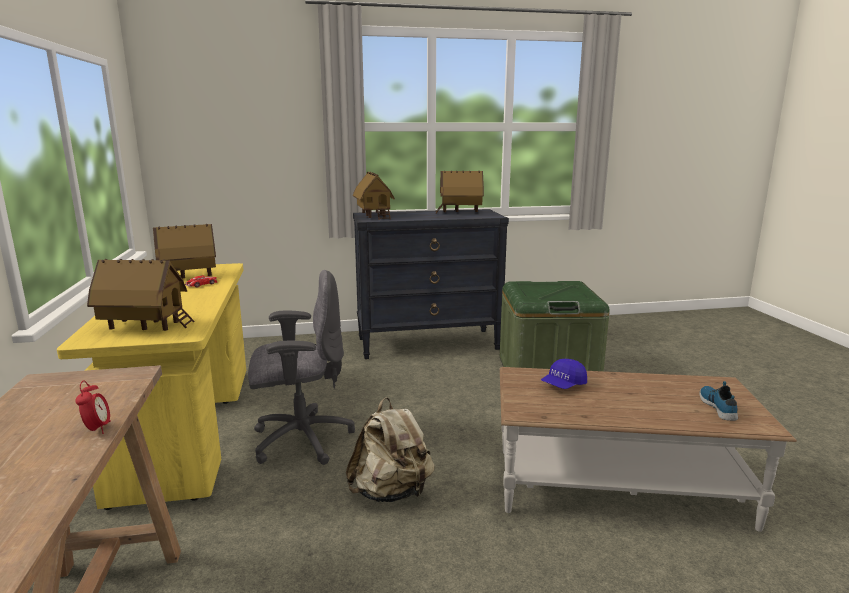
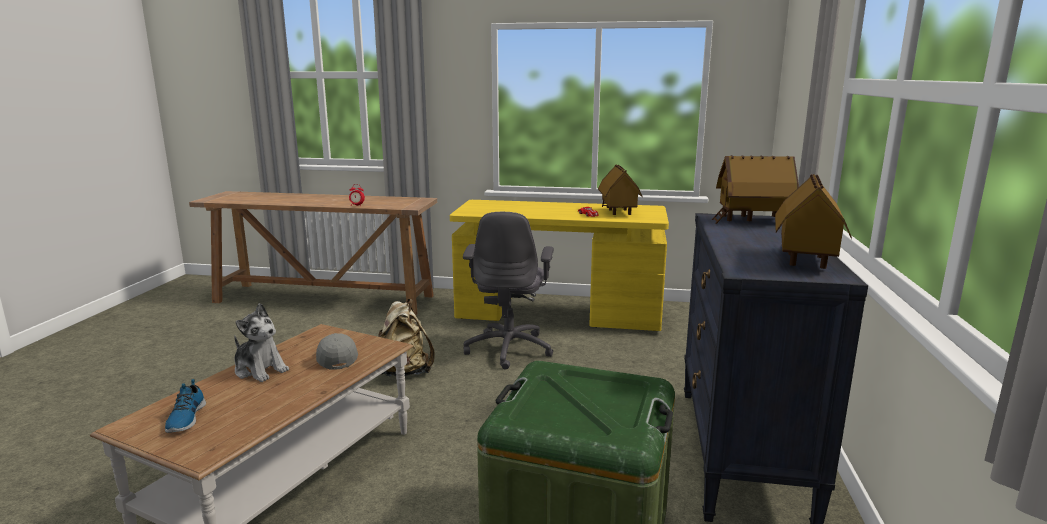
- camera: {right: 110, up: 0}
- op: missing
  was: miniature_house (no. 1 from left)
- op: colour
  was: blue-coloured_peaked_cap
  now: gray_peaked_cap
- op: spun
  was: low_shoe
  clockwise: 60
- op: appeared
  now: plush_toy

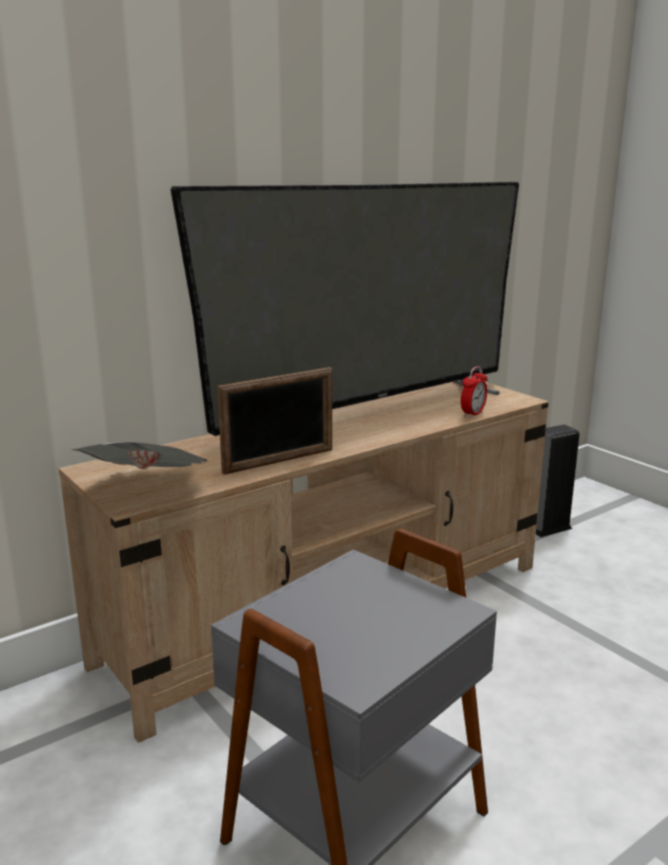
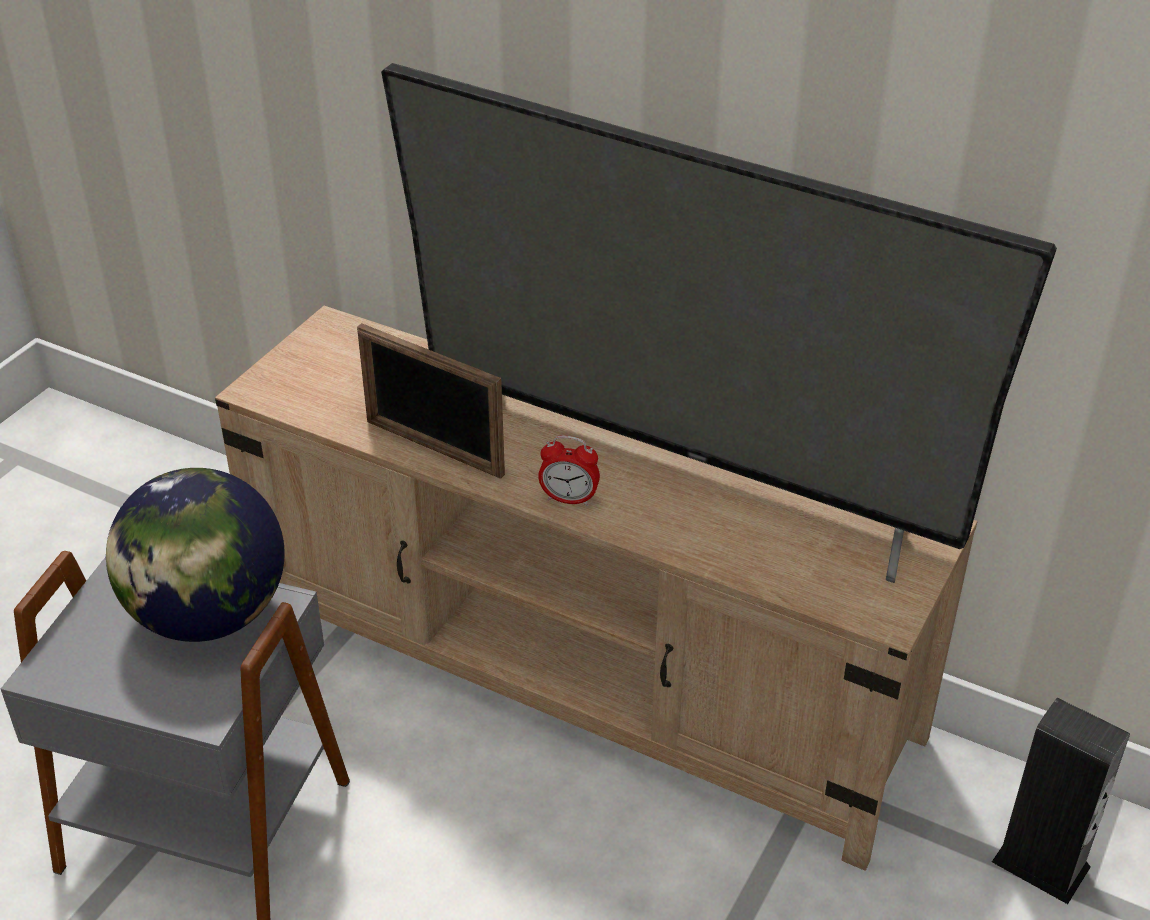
- camera: {right: 65, up: 20}
- op: relocated
  was: table_clock
- op: missing
  was: printed_paper
- op: appeared
  now: desk_globe

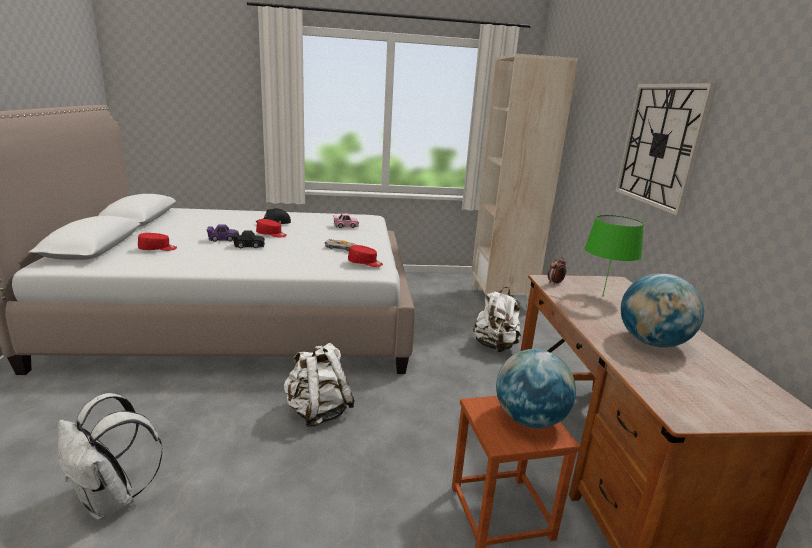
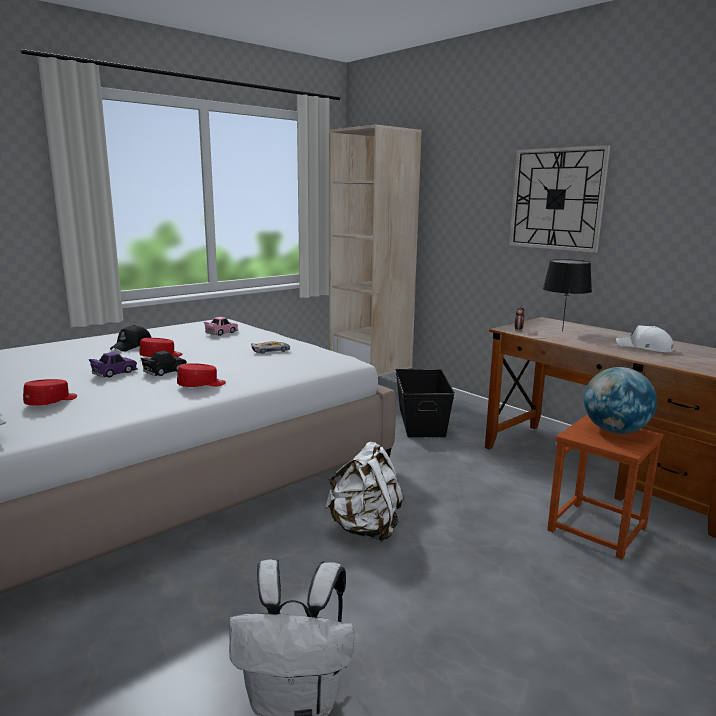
- camera: {right: -35, up: -5}
- op: colour
  was: green_lamp_for_a_table
  now: black_lamp_for_a_table
- op: relocated
  was: red_peaked_cap (no. 3 from left)
- op: exchanged
  was: desk_globe (no. 2 from left)
  now: white-coloured_peaked_cap
- op: exchanged
  was: white-coloured_knapsack (no. 3 from left)
  now: black_storage_container

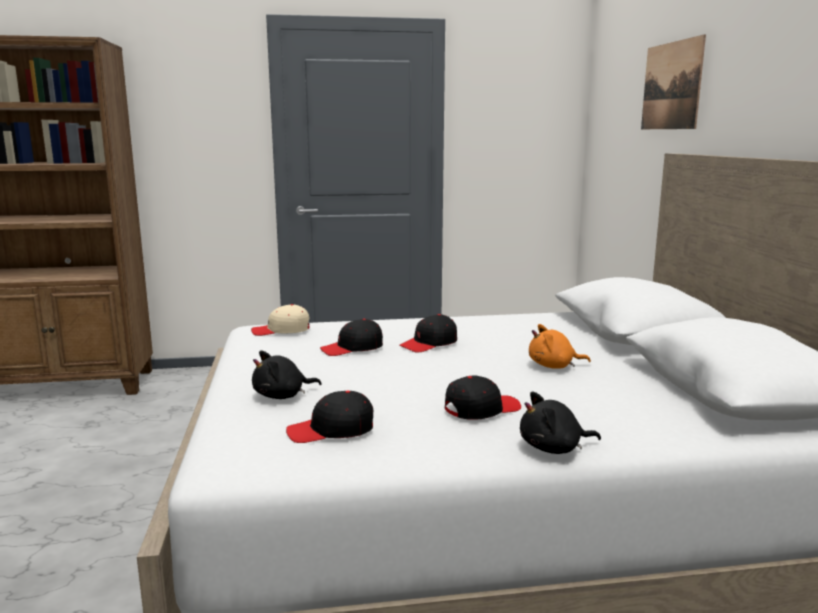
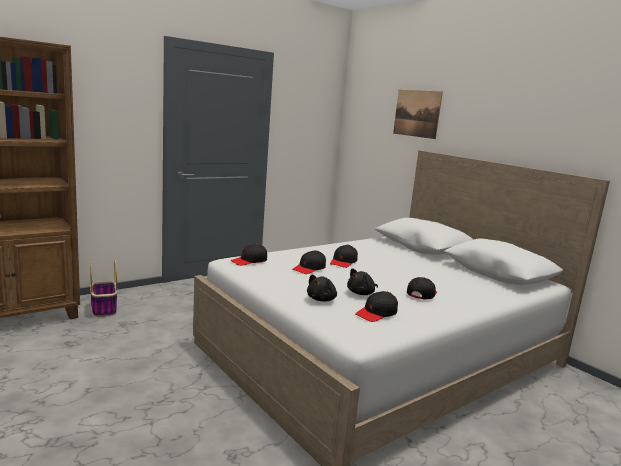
- camera: {right: -30, up: 0}
- op: colour
  was: sand-coloured_peaked_cap
  now: black_peaked_cap (no. 1 from left)
- op: missing
  was: orange_plush_toy
- op: relocated
  was: black_plush_toy (no. 2 from left)
- op: appeared
  now: household_basket

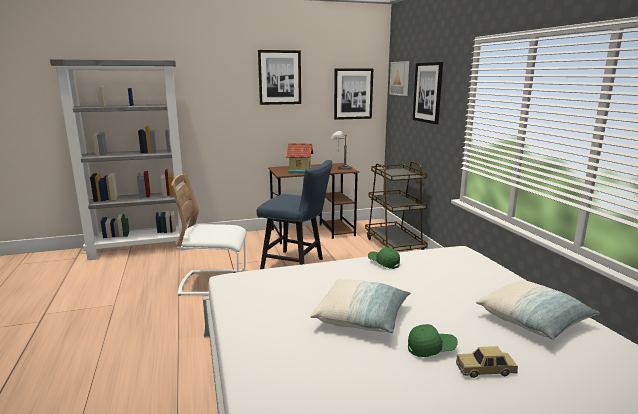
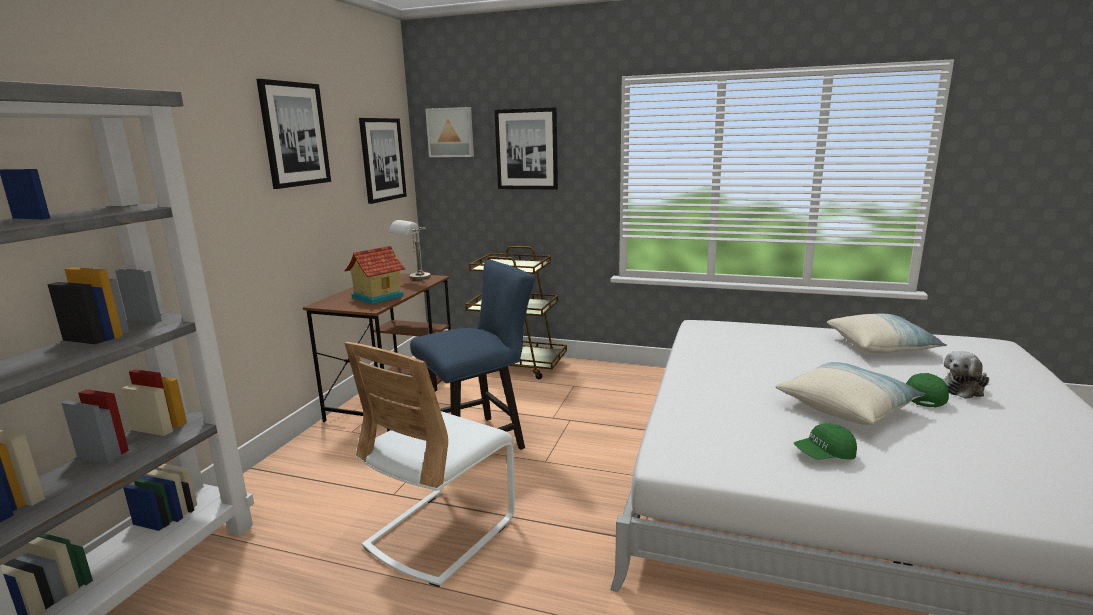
- camera: {right: -55, up: 0}
- op: relocated
  was: green_peaked_cap (no. 1 from left)
- op: exchanged
  was: model_car
  now: plush_toy

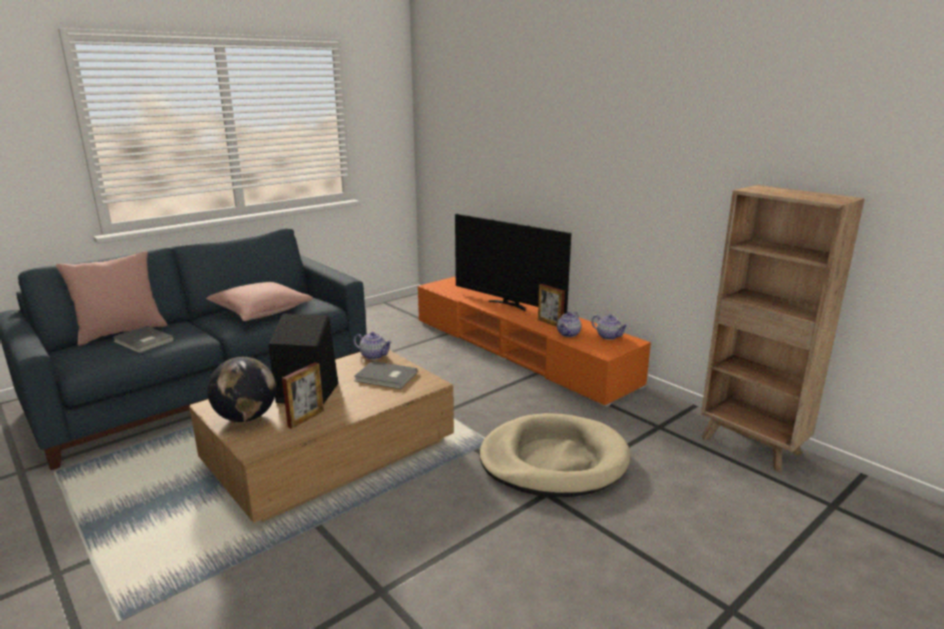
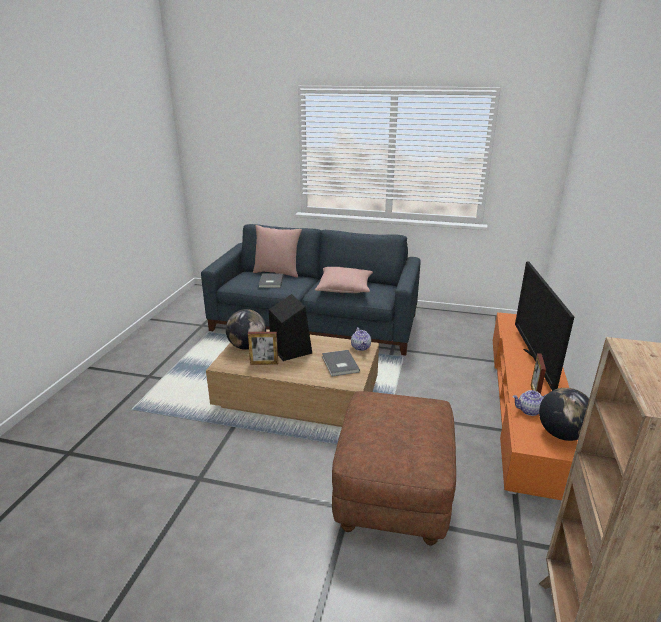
- camera: {right: 55, up: 5}
- op: exchanged
  was: tea_pot (no. 3 from left)
  now: desk_globe (no. 2 from left)
- op: exchanged
  was: sand-coloured_dog_bed
  now: brown_ottoman

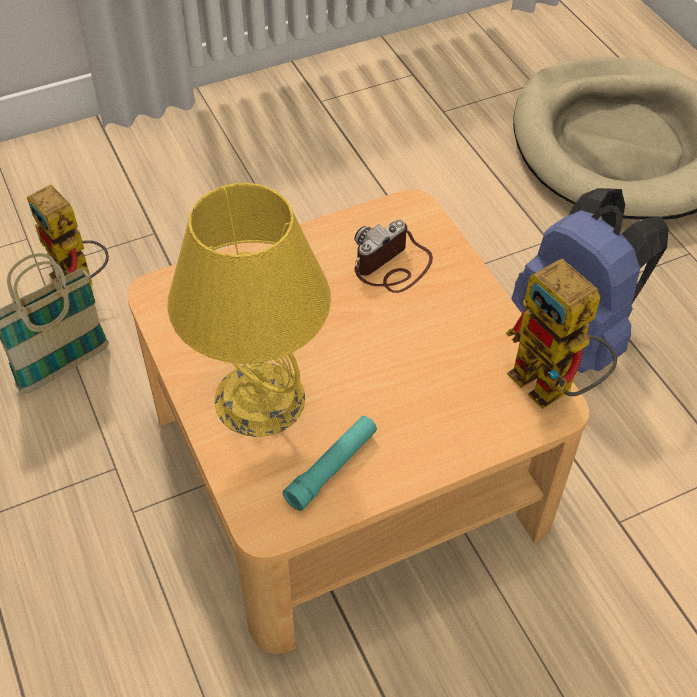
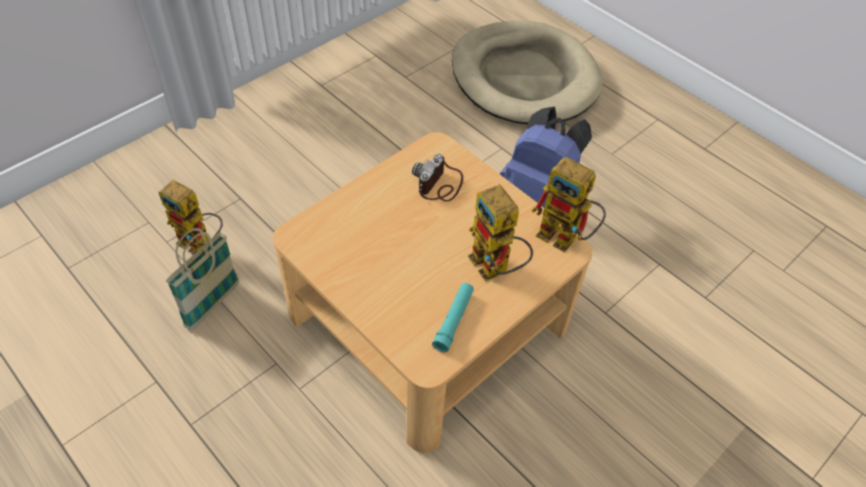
- camera: {right: -20, up: 0}
- op: missing
  was: yellowish_lamp_for_a_table
- op: appeared
  now: robot_figure (no. 2 from left)

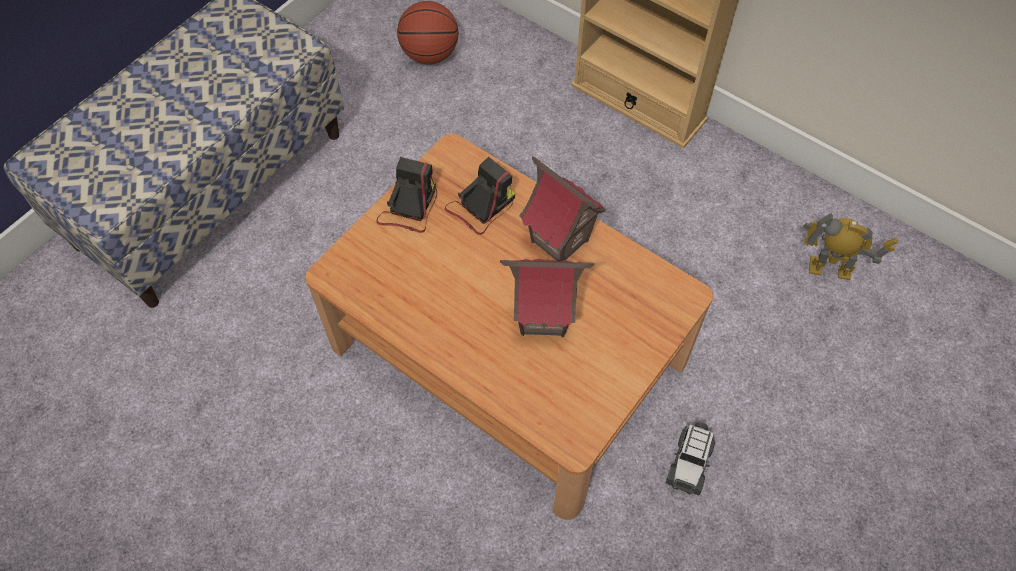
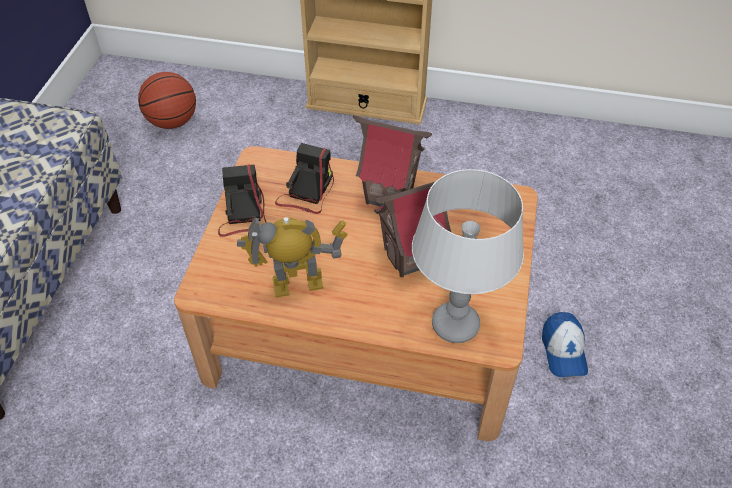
- camera: {right: -25, up: -10}
- op: relocated
  was: robot_figure
- op: exchanged
  was: model_car
  now: peaked_cap
- op: appeared
  now: gray_lamp_for_a_table

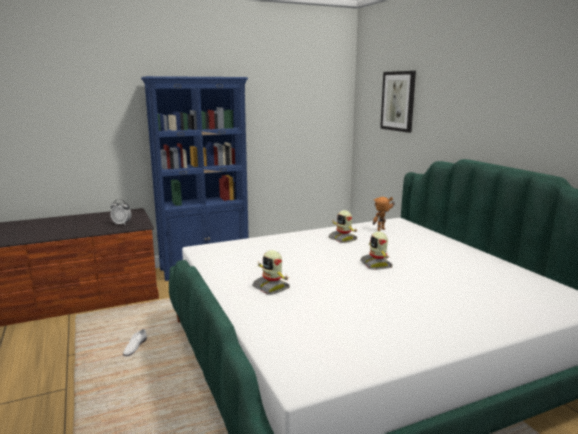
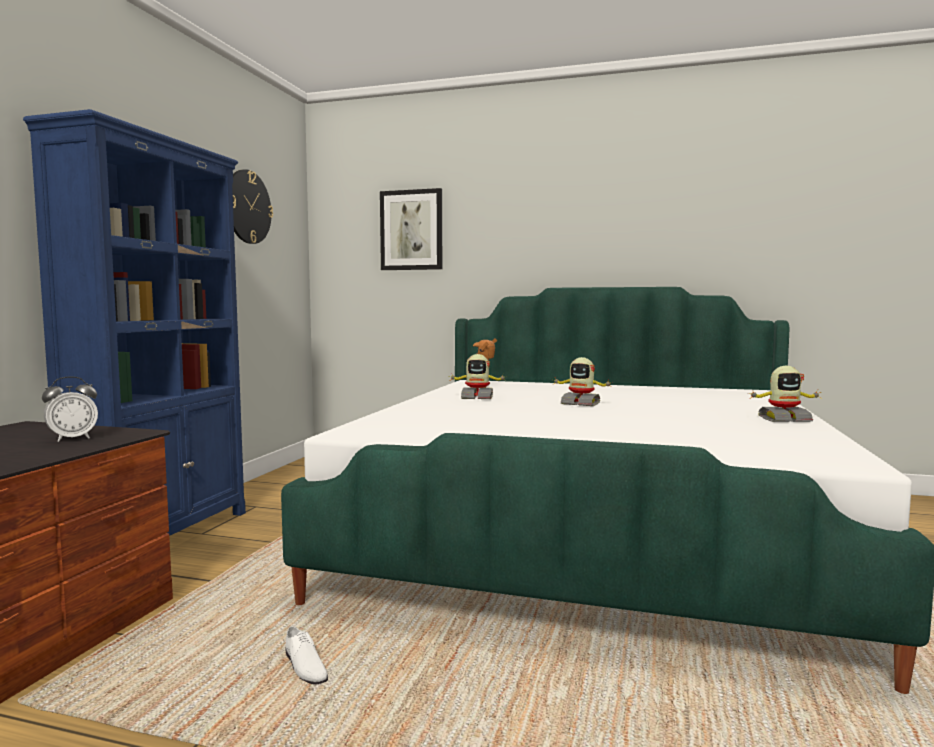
- camera: {right: -50, up: -10}
- op: relocated
  was: robot_figure (no. 1 from left in the first image)
  now: robot_figure (no. 4 from left)
- op: appeared
  now: hanging_clock

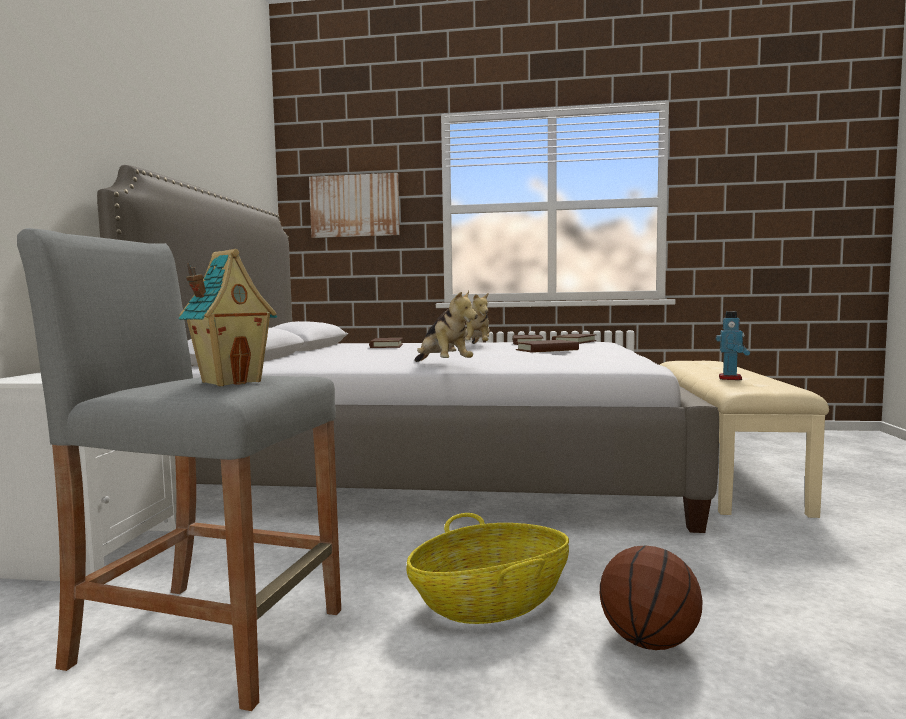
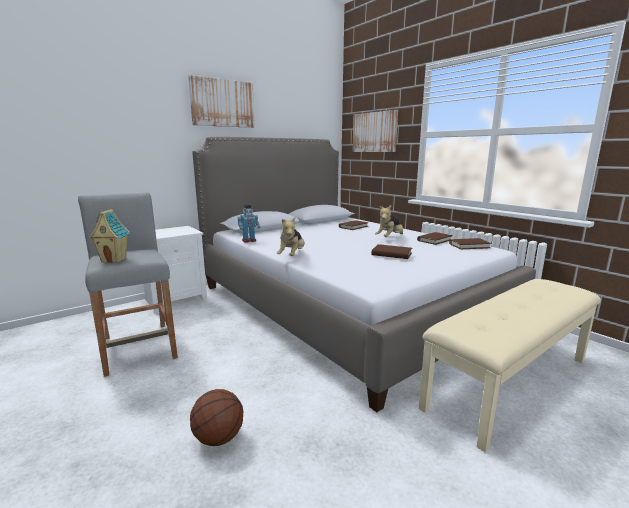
- camera: {right: 45, up: 10}
- op: relocated
  was: robot_figure
- op: missing
  was: household_basket
- op: appeared
  now: wall_picture (no. 1 from left)

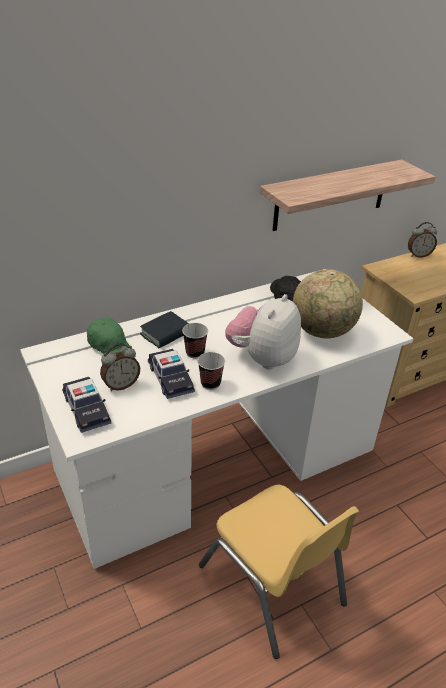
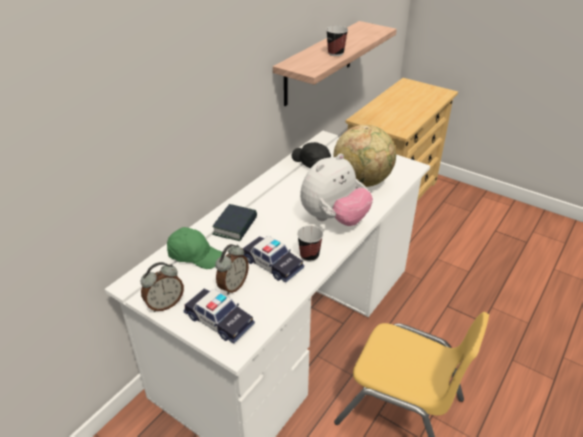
- camera: {right: -25, up: 0}
- op: relocated
  was: table_clock (no. 2 from left in the first image)
  now: table_clock (no. 1 from left)
- op: spun
  was: plush_toy
  clockwise: -135
- op: relocated
  was: drinking_cup (no. 1 from left in the first image)
  now: drinking_cup (no. 2 from left)

